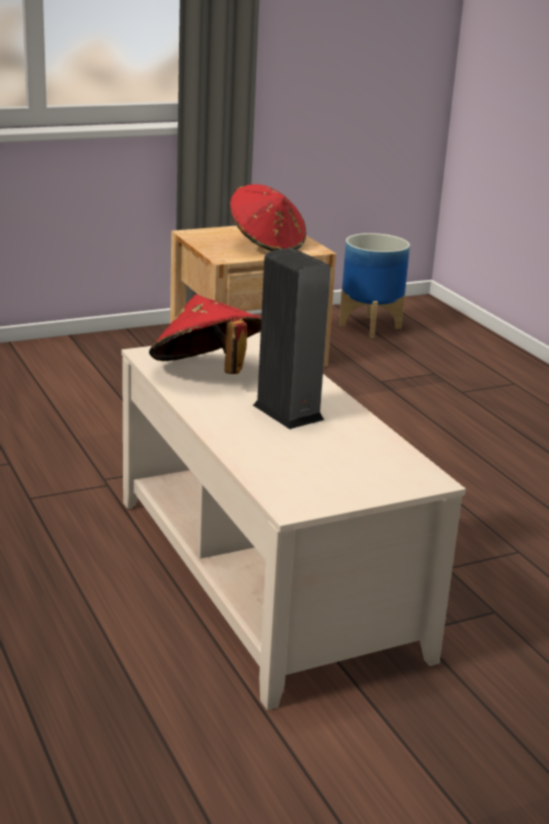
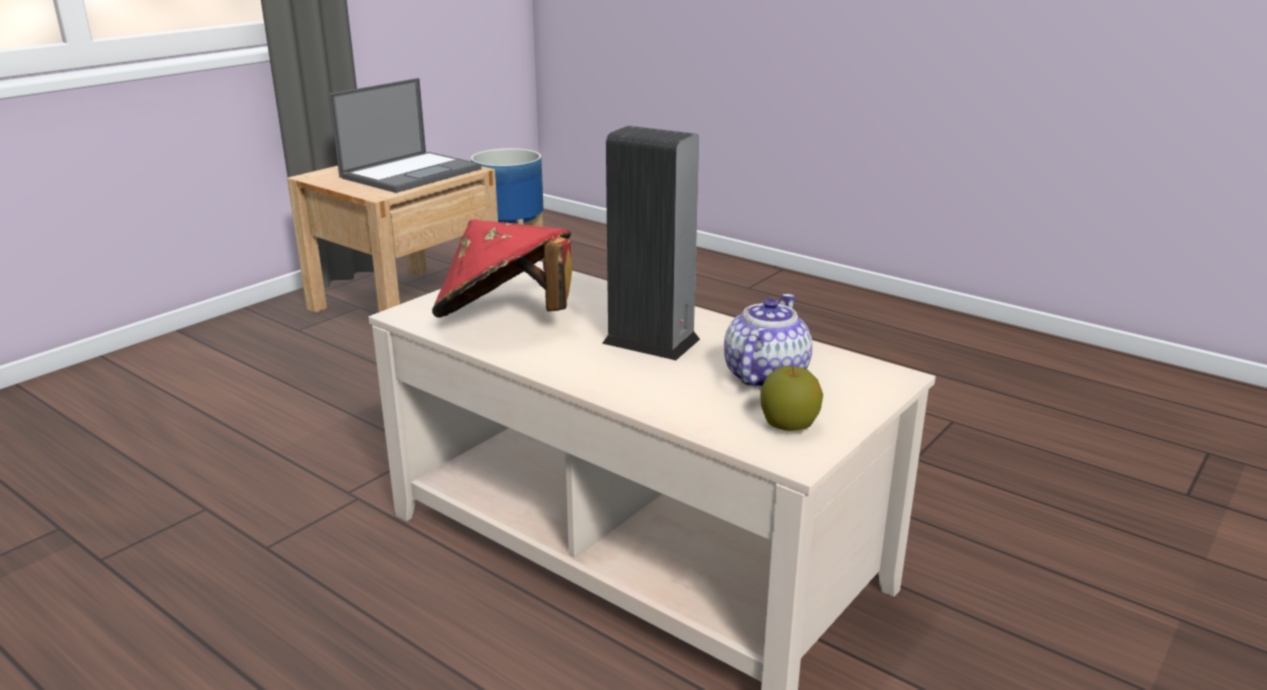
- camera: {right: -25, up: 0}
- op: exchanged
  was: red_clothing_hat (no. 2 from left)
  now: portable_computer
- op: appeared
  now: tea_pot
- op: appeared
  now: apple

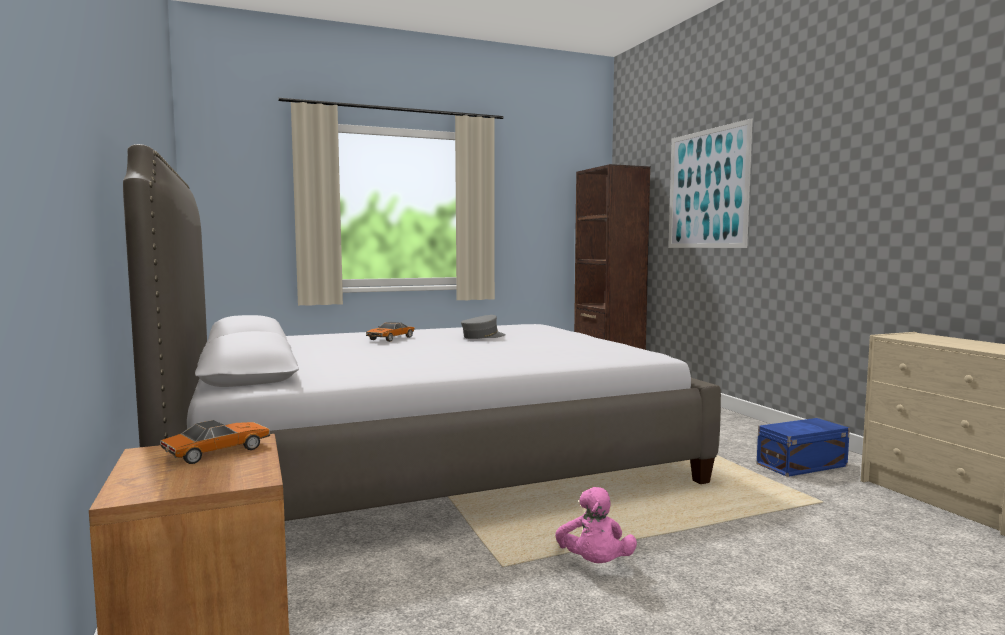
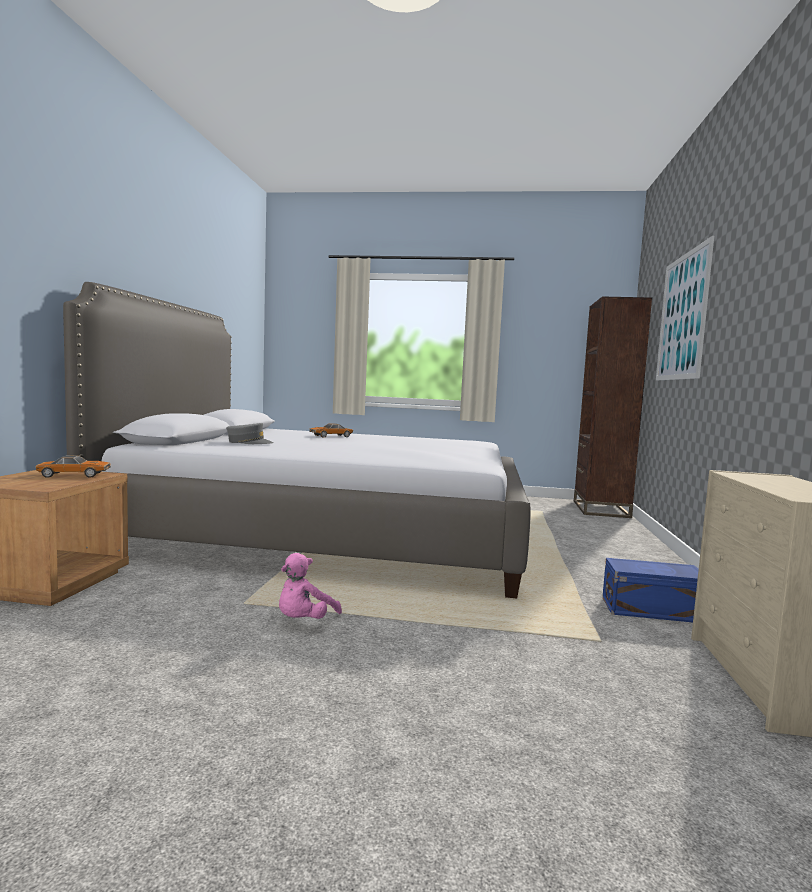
- camera: {right: 30, up: 0}
- op: relocated
  was: gray_peaked_cap

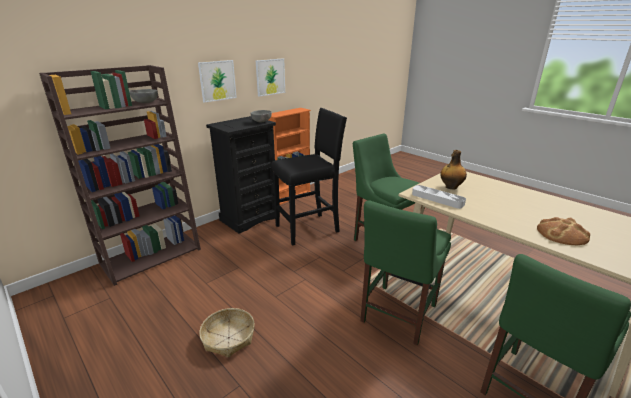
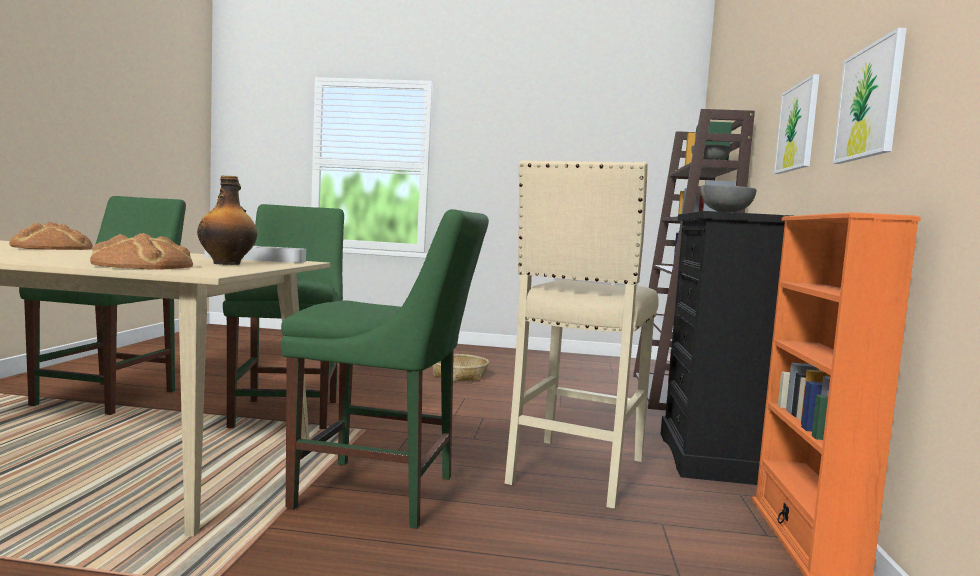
- camera: {right: 140, up: -20}
- op: colour
  was: black_sitting_stool
  now: sand-coloured_sitting_stool
- op: appeared
  now: bakery_bread (no. 2 from left)

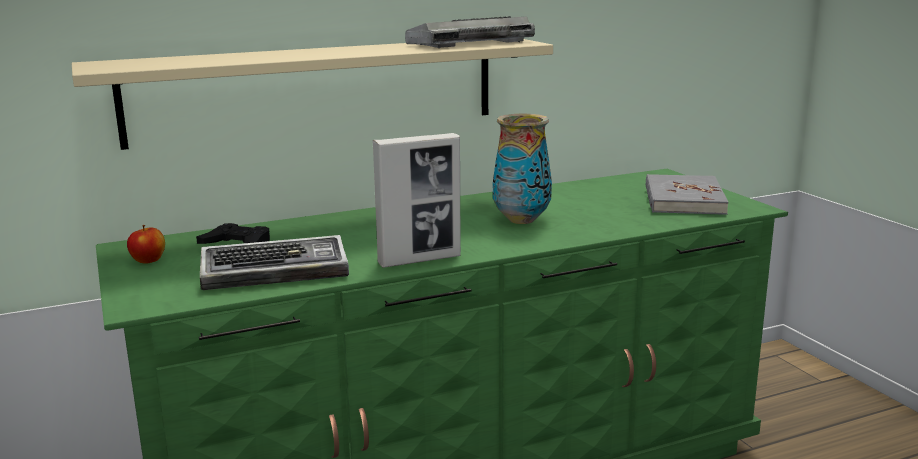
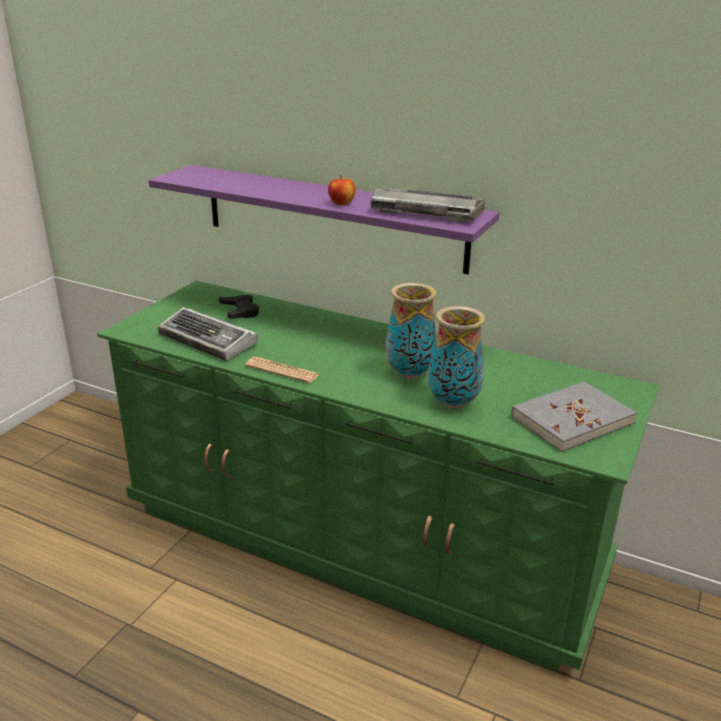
- camera: {right: 50, up: 10}
- op: colour
  was: sand-coloured_bracket_shelf
  now: purplish_bracket_shelf
- op: exchanged
  was: picture_frame
  now: printed_paper
- op: relocated
  was: apple
- op: appeared
  now: flower_vase (no. 2 from left)

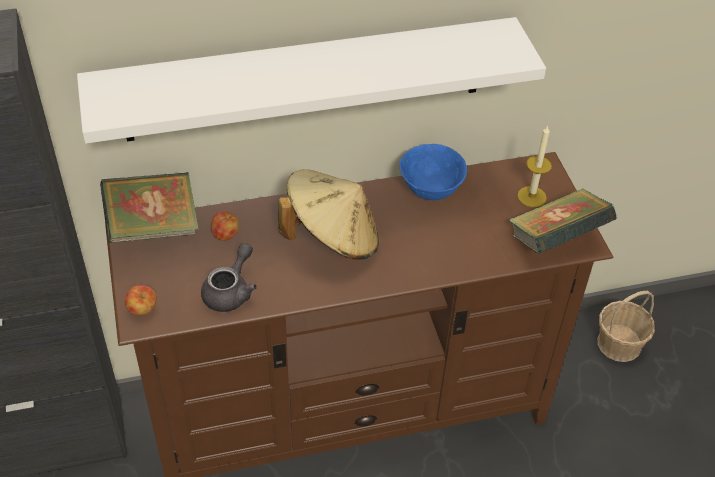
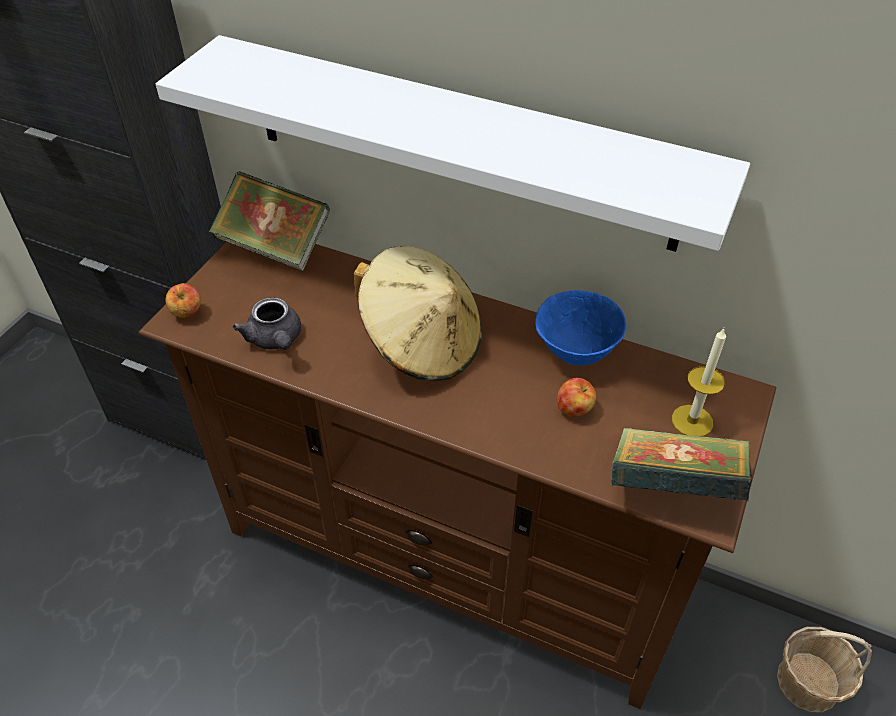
- camera: {right: 40, up: 0}
- op: relocated
  was: apple (no. 2 from left)
- op: spun
  was: gray_tea_pot
  clockwise: 90

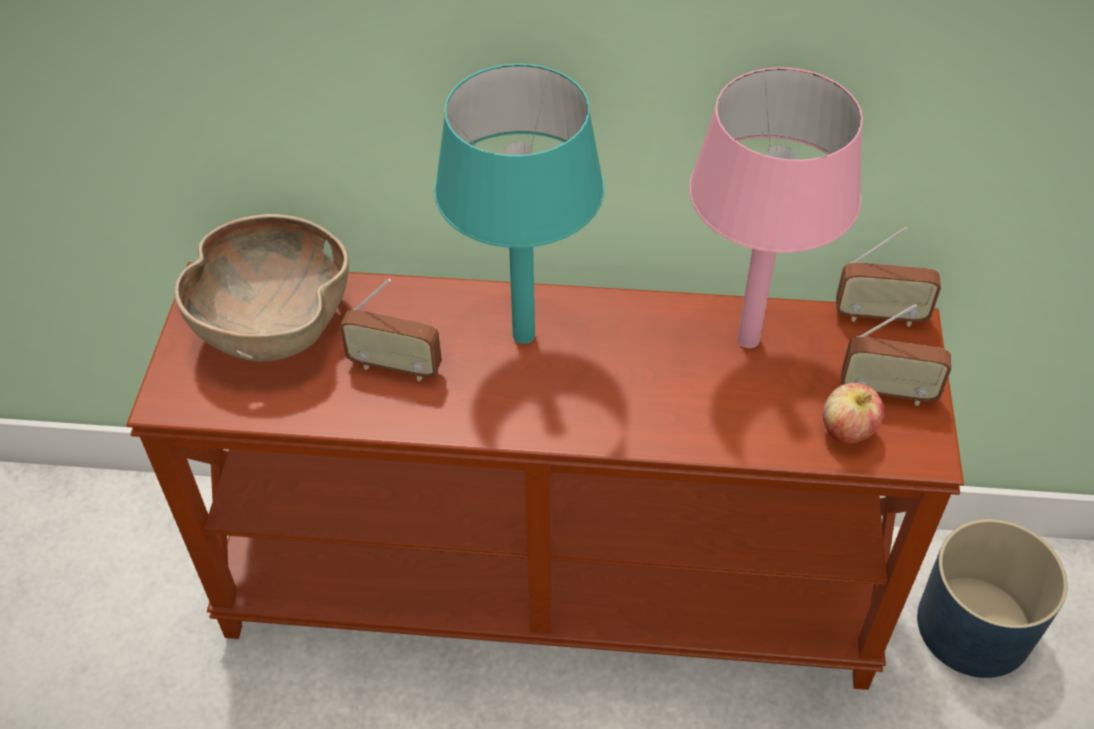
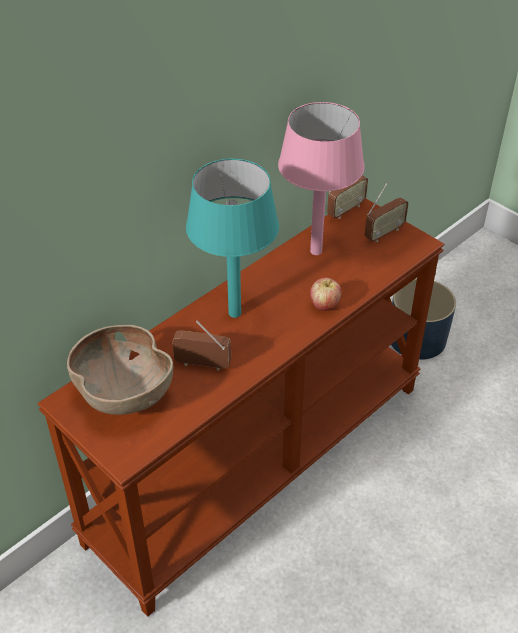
- camera: {right: -50, up: -5}
- op: spun
  was: radio (no. 1 from left)
  clockwise: -135
- op: relocated
  was: apple

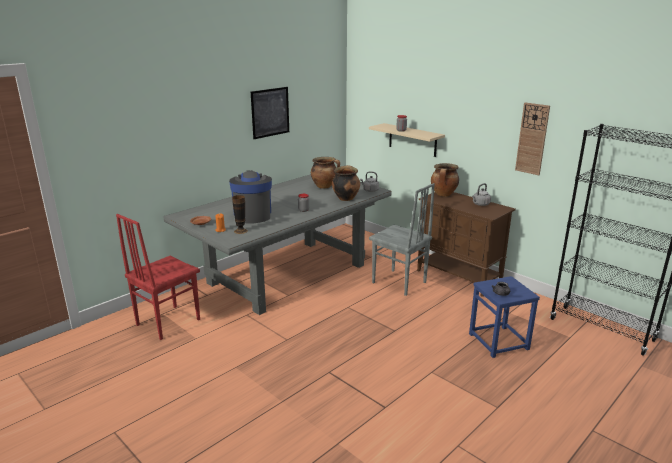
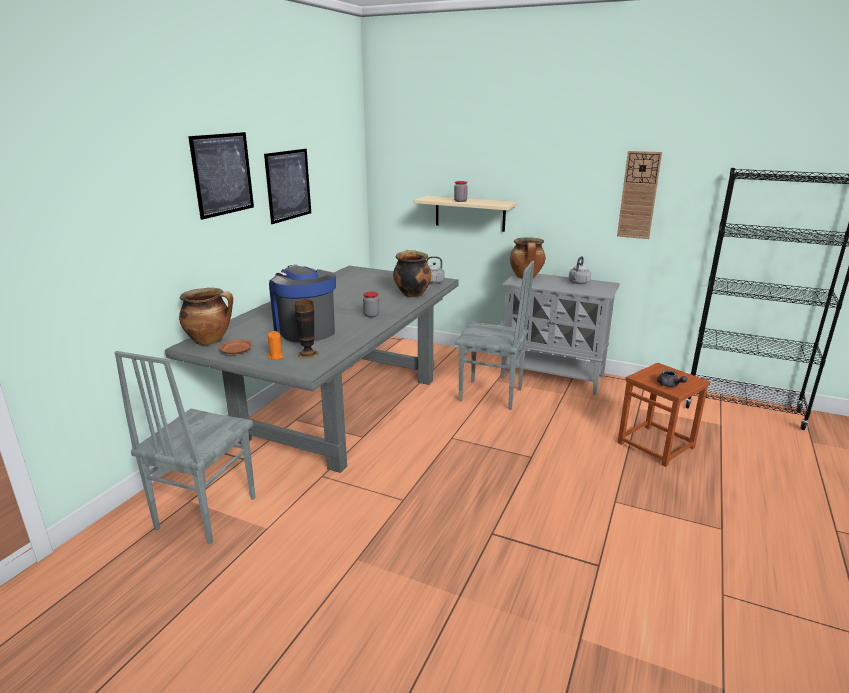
- camera: {right: -20, up: 0}
- op: relocated
  was: cooking_pot (no. 1 from left)
- op: colour
  was: brown_cupboard
  now: gray_cupboard
- op: colour
  was: red_plain_chair
  now: gray_plain_chair (no. 1 from left)
- op: colour
  was: blue-coloured_sitting_stool
  now: brown_sitting_stool
- op: appeared
  now: wall_picture (no. 1 from left)

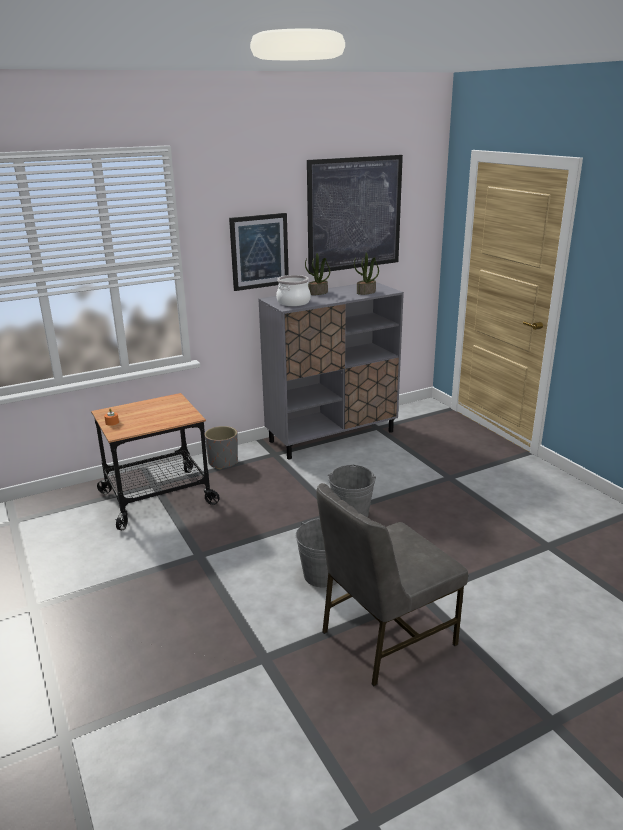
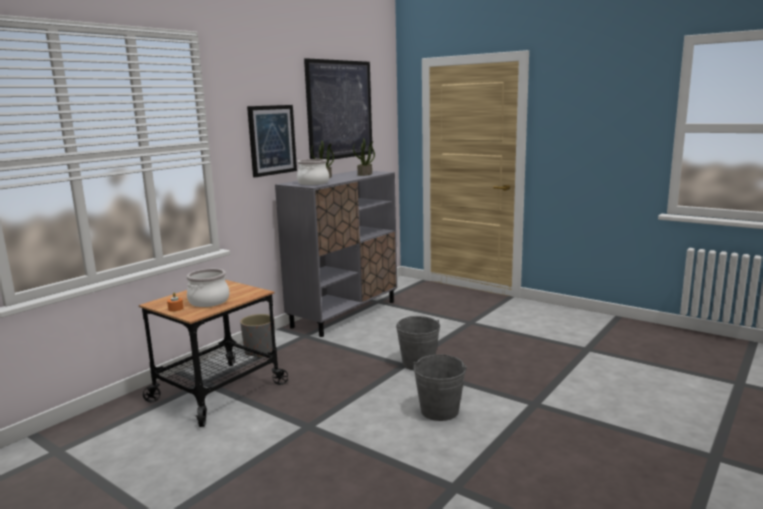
- camera: {right: -25, up: -10}
- op: missing
  was: gray_plain_chair
- op: appeared
  now: cooking_pot (no. 1 from left)

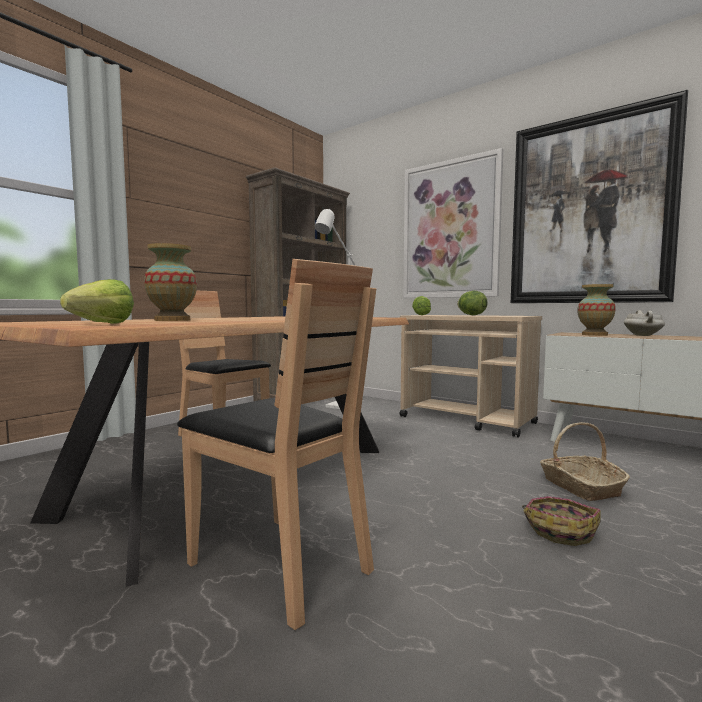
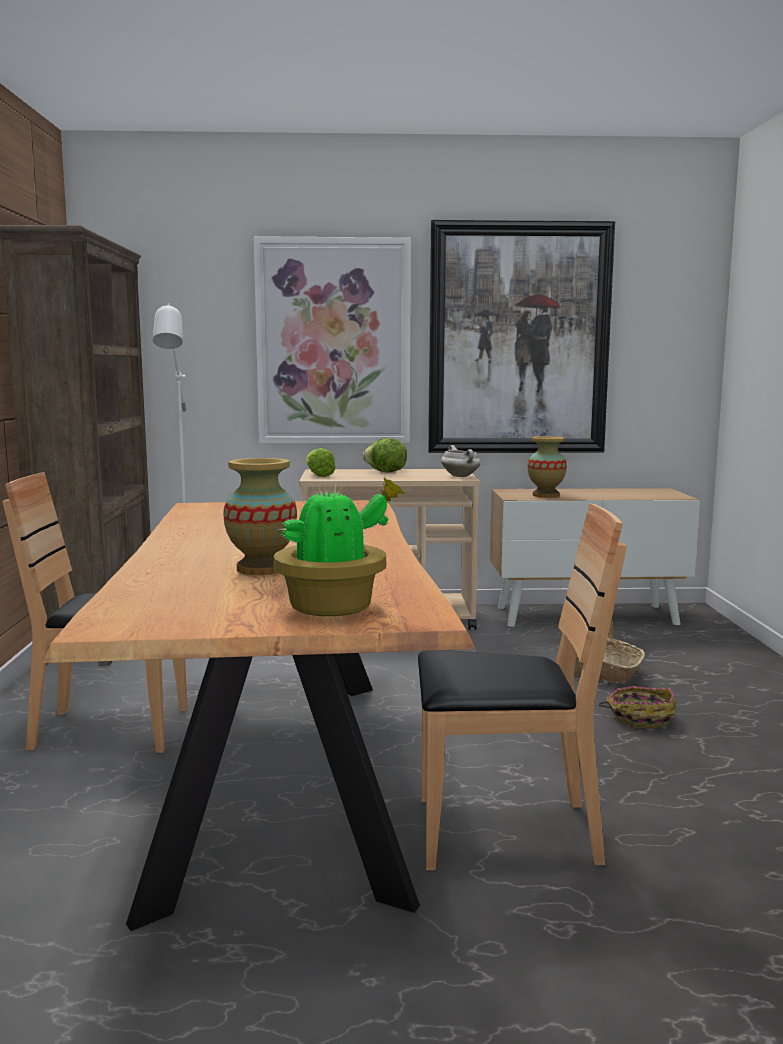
- camera: {right: -40, up: 5}
- op: exchanged
  was: head_of_lettuce (no. 1 from left)
  now: plant_in_a_pot
- op: relocated
  was: white-coloured_cooking_pot

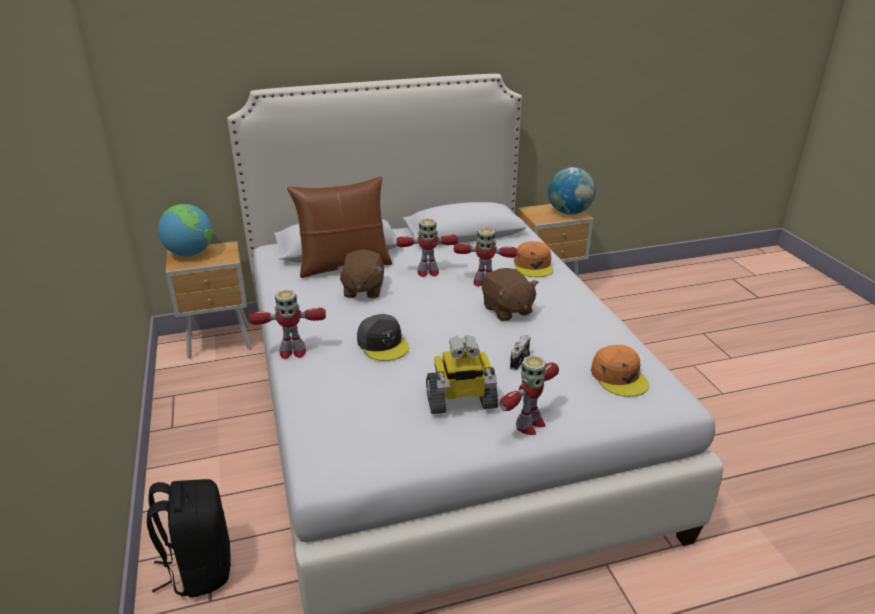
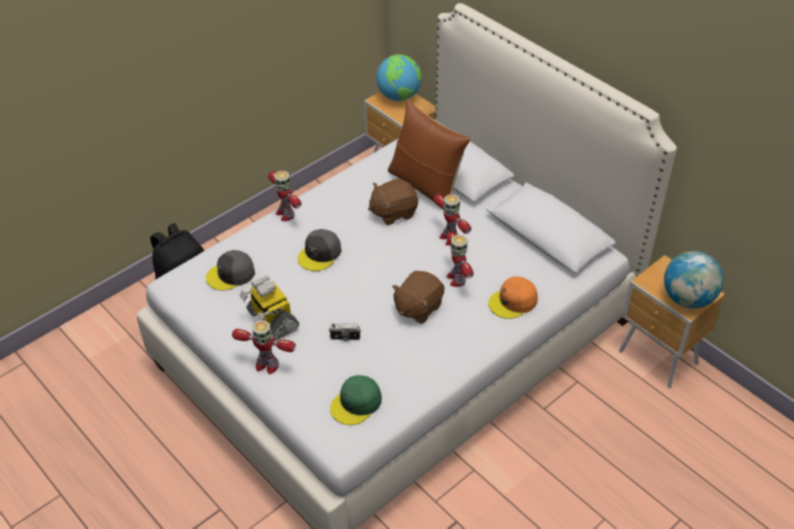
- camera: {right: 65, up: 15}
- op: colour
  was: orange_peaked_cap (no. 2 from left)
  now: green_peaked_cap
- op: appeared
  now: gray_peaked_cap (no. 1 from left)

